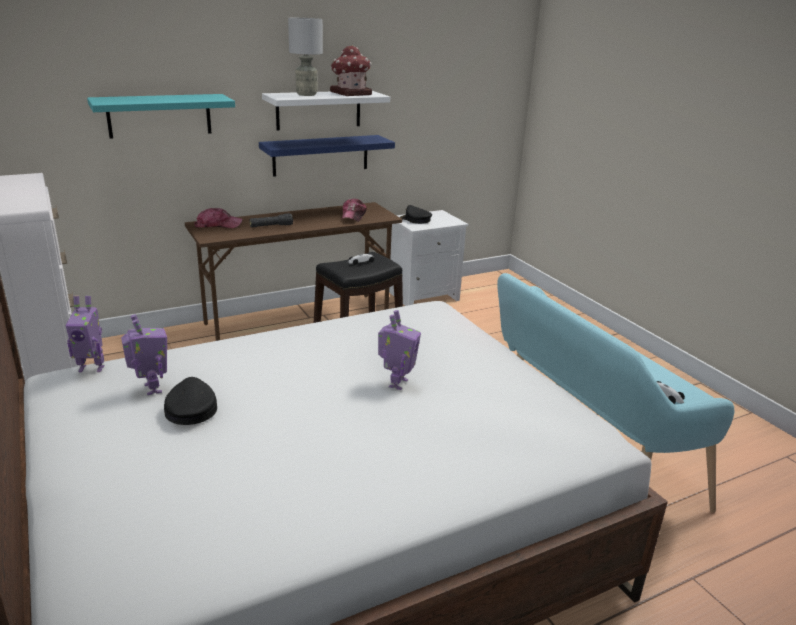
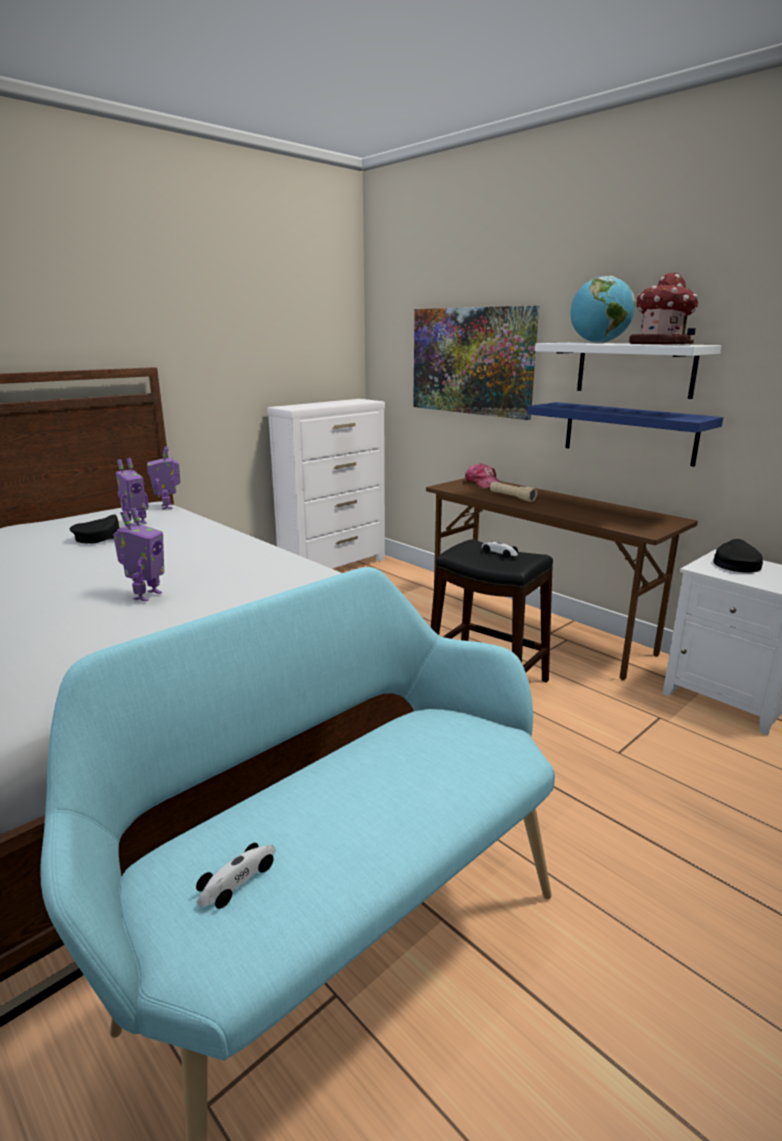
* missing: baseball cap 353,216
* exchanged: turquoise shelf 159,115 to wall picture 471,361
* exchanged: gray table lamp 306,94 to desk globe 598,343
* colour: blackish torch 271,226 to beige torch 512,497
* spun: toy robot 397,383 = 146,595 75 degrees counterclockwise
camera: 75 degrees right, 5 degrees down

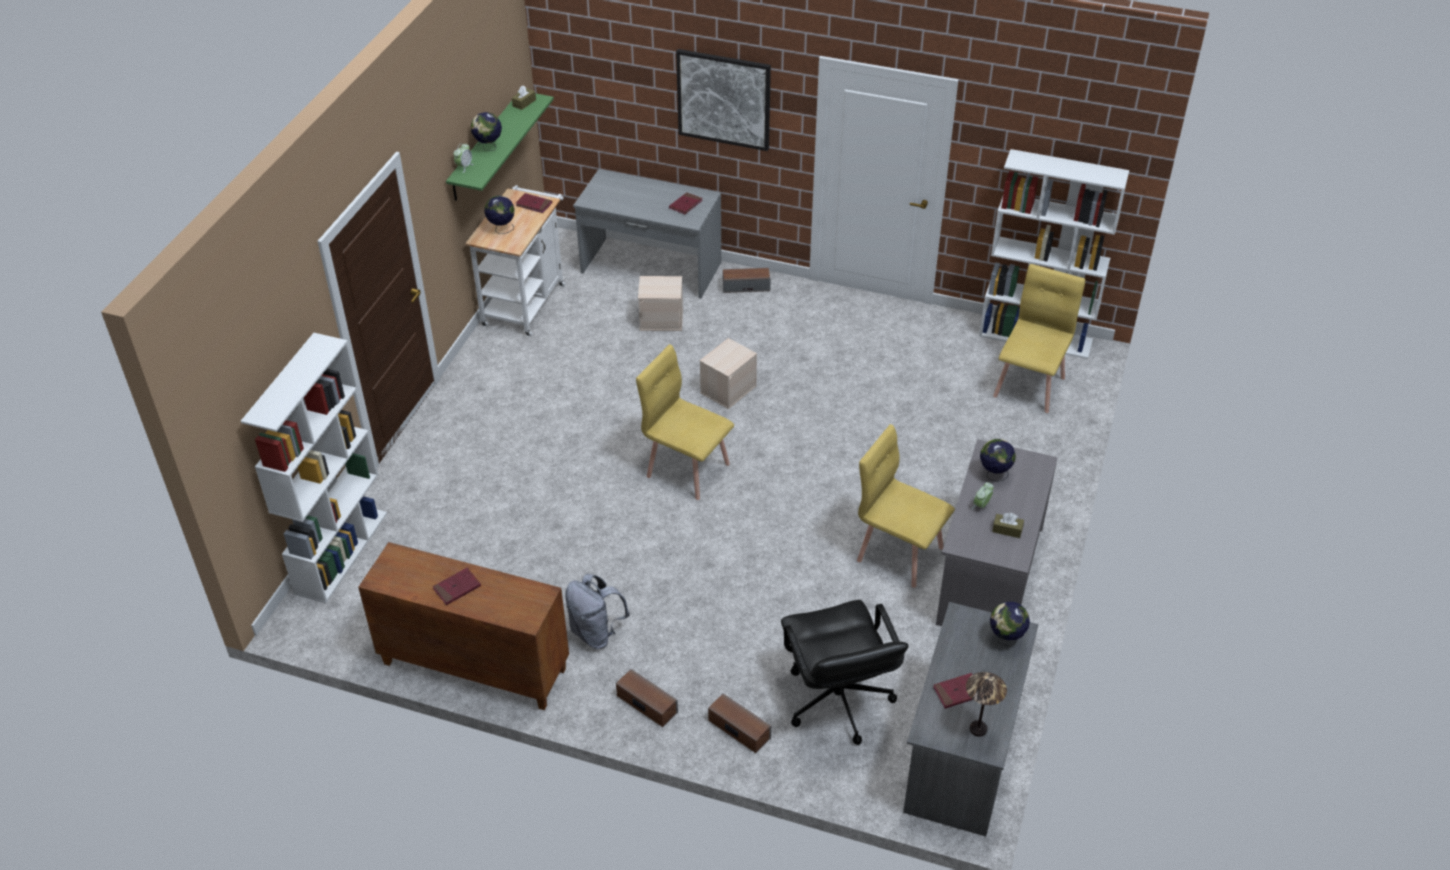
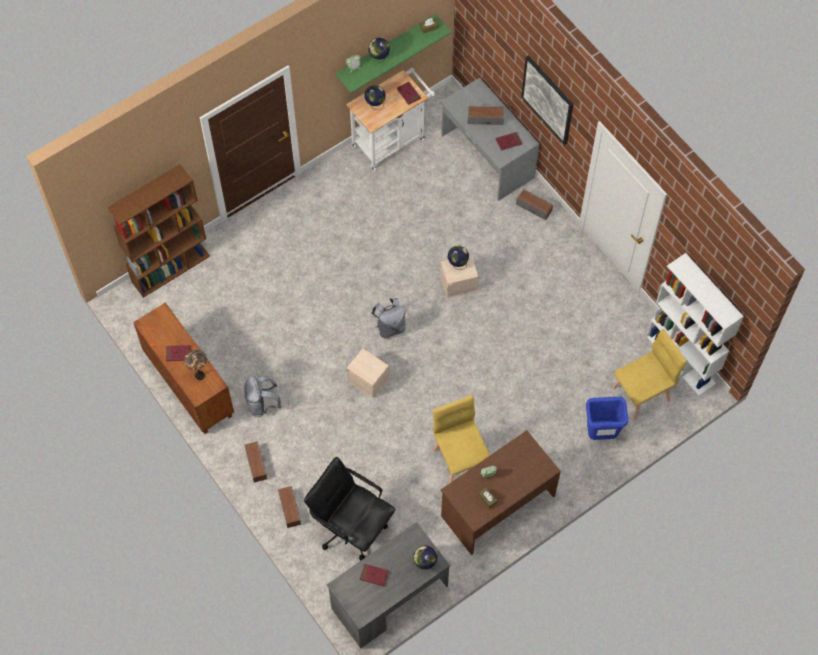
* appeared: loudspeaker 485,118
* appeared: blue waste bin 600,434
* relocated: beige storage box 662,319 to 369,379
* relocated: table lamp 978,729 to 199,376
* relocated: desk globe 994,475 to 457,264
* exchanged: yellow-coloured chair 687,469 to gray knapsack 390,327
* colour: white-coloured bookshelf 341,552 to brownish bookshelf 171,268
* colour: gray desk table 988,575 to brownish desk table 497,505
* spun: blackish desk chair 837,701 = 351,526 105 degrees clockwise
camera: 35 degrees right, 20 degrees up

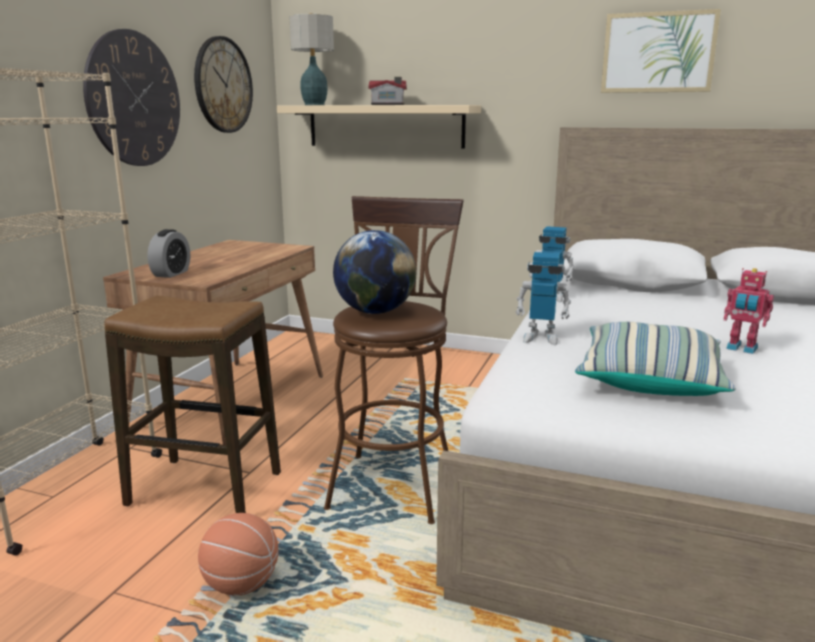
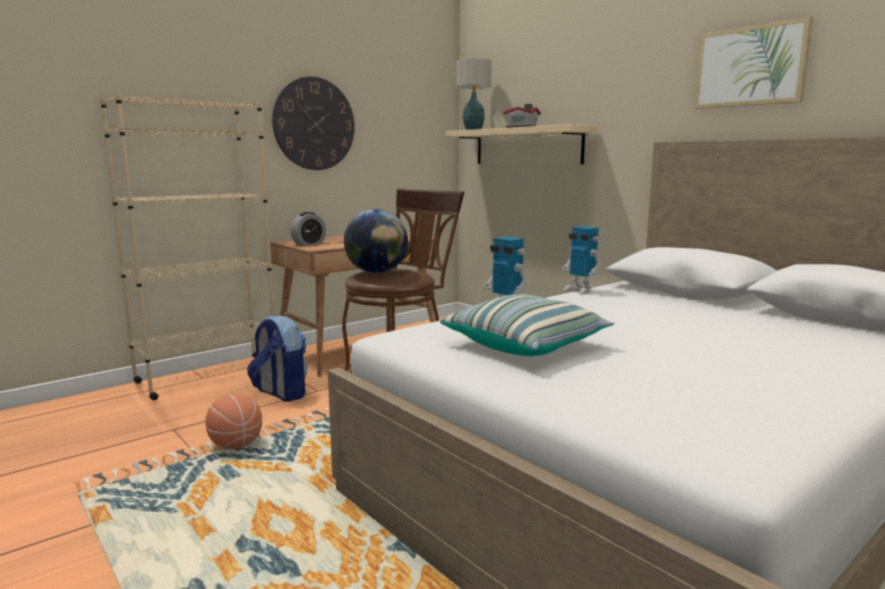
* missing: hanging clock 223,85
* missing: toy robot 741,349
* exchanged: sitting stool 204,489 to knapsack 280,393
camera: 30 degrees right, 5 degrees down

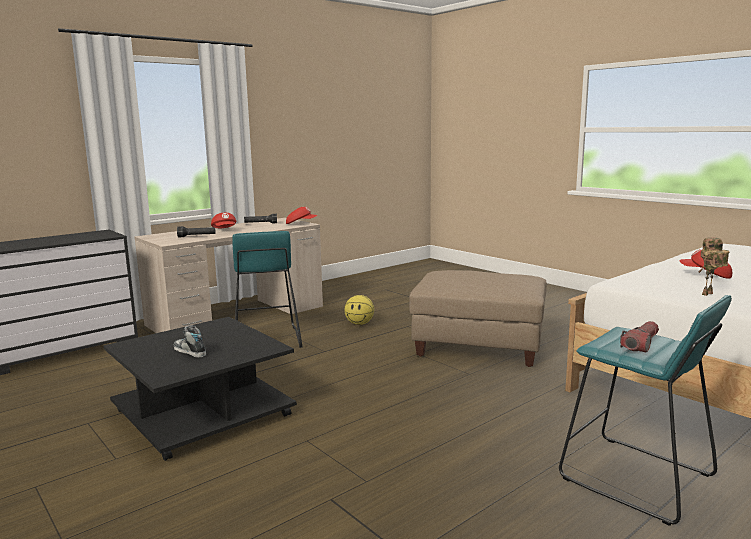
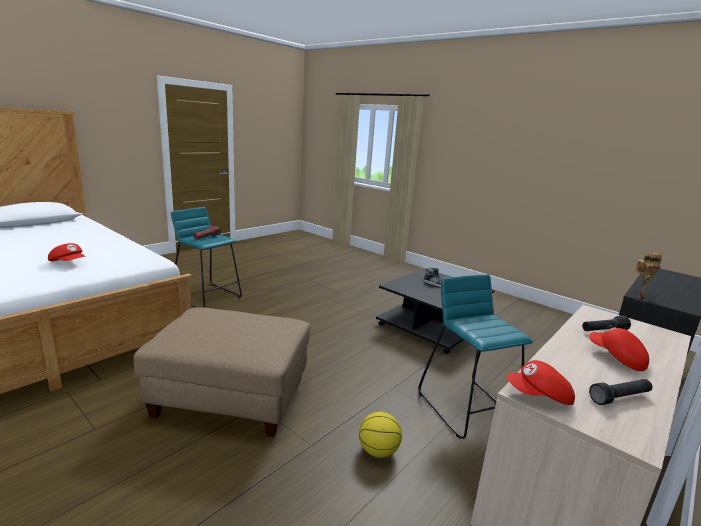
* relocated: toy robot 708,294 to 639,295
camera: 170 degrees right, 5 degrees up

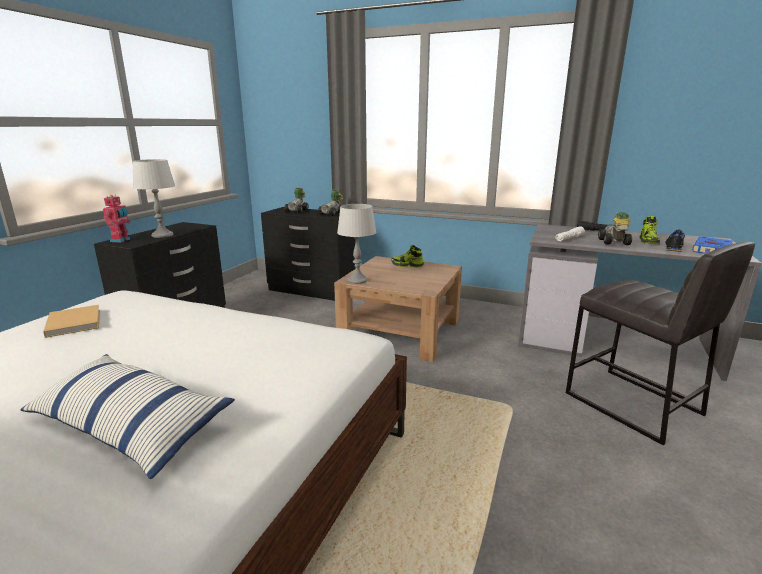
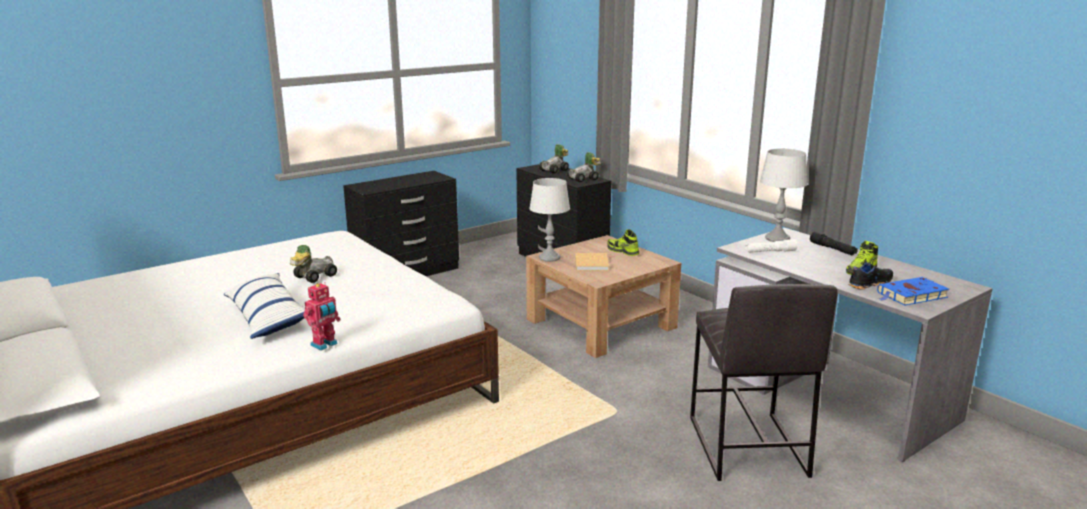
* relocated: beige volume 74,322 to 591,263
* relocated: toy robot 121,240 to 325,345
* relocated: gray table lamp 162,235 to 777,238
* relocated: miniature car 613,242 to 313,277
camera: 30 degrees right, 0 degrees up

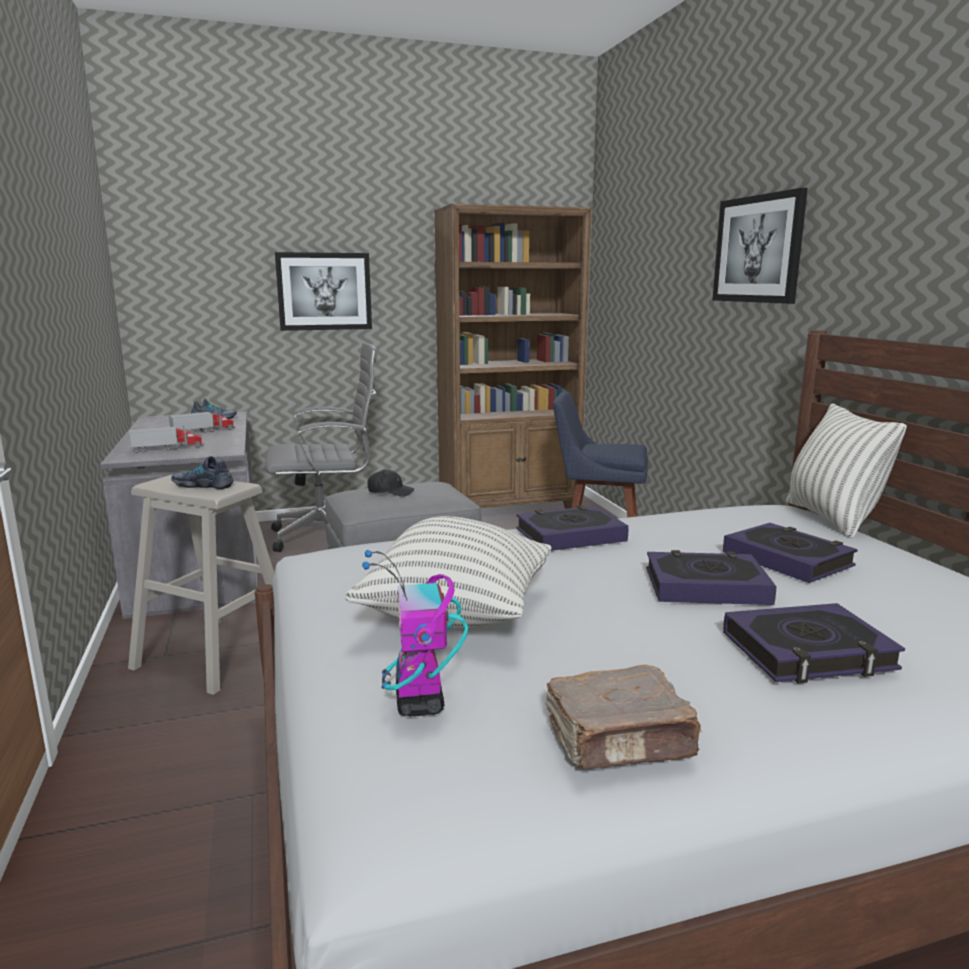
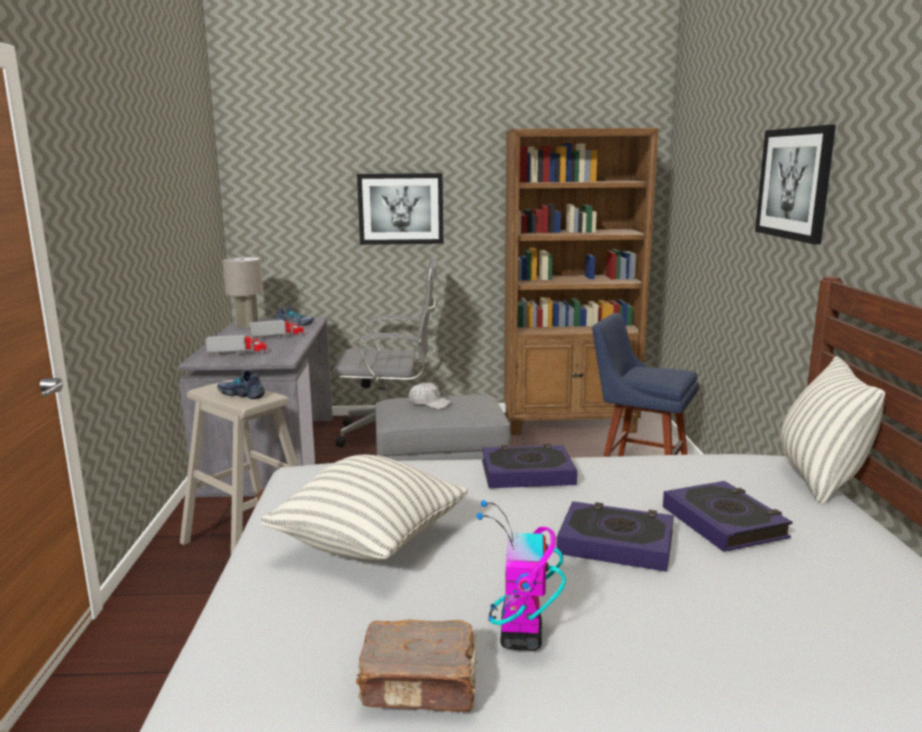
* missing: volume 808,652
* appeared: gray table lamp 247,326
* relocated: toy robot 420,703 to 521,638
* colour: blackish baseball cap 390,492 to white-coloured baseball cap 429,403
camera: 15 degrees right, 0 degrees up

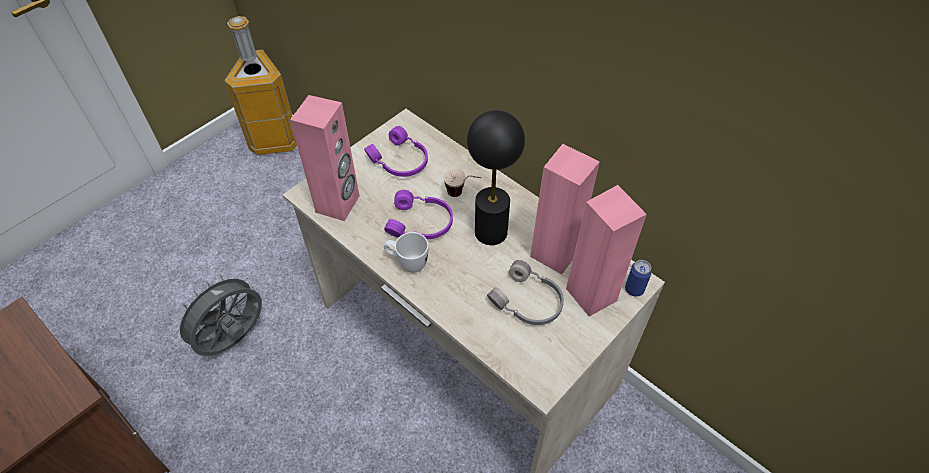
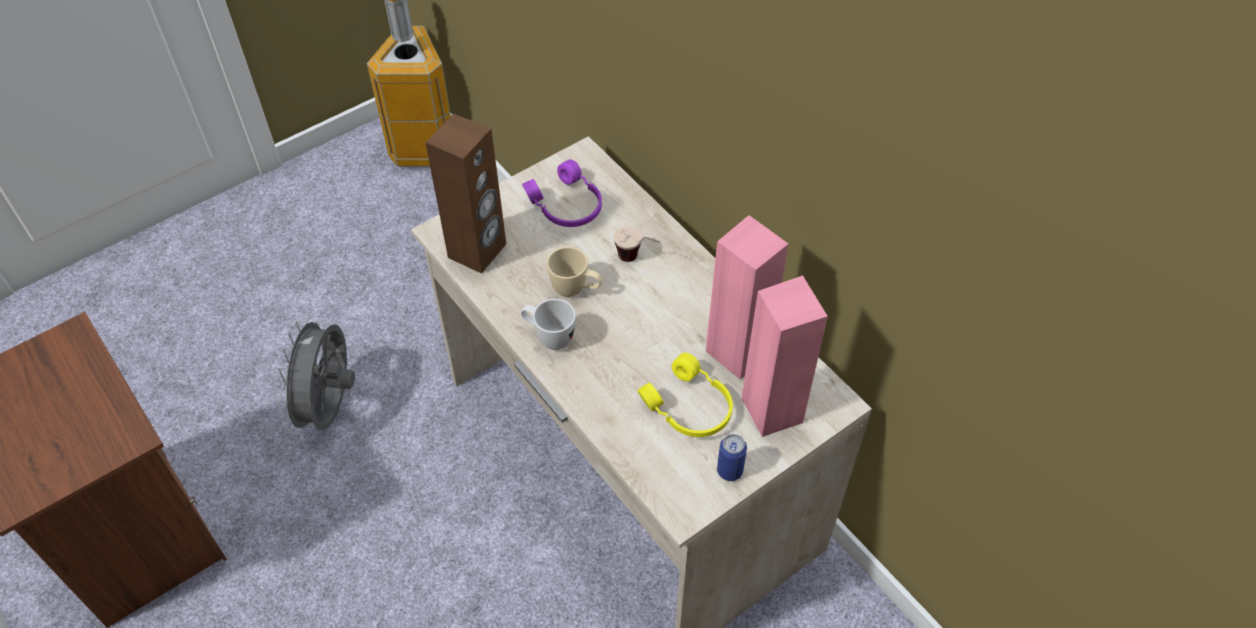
* missing: blackish table lamp 491,232
* relocated: can 634,289 to 729,471
* exchanged: purple-coloured headphones 421,224 to beige mug 576,290
* colour: pink loudspeaker 338,204 to brownish loudspeaker 478,251
* colour: gray headphones 527,302 to yellow-coloured headphones 688,407
* spun: gray cooling fan 234,340 = 330,409 45 degrees counterclockwise
camera: 10 degrees right, 0 degrees up

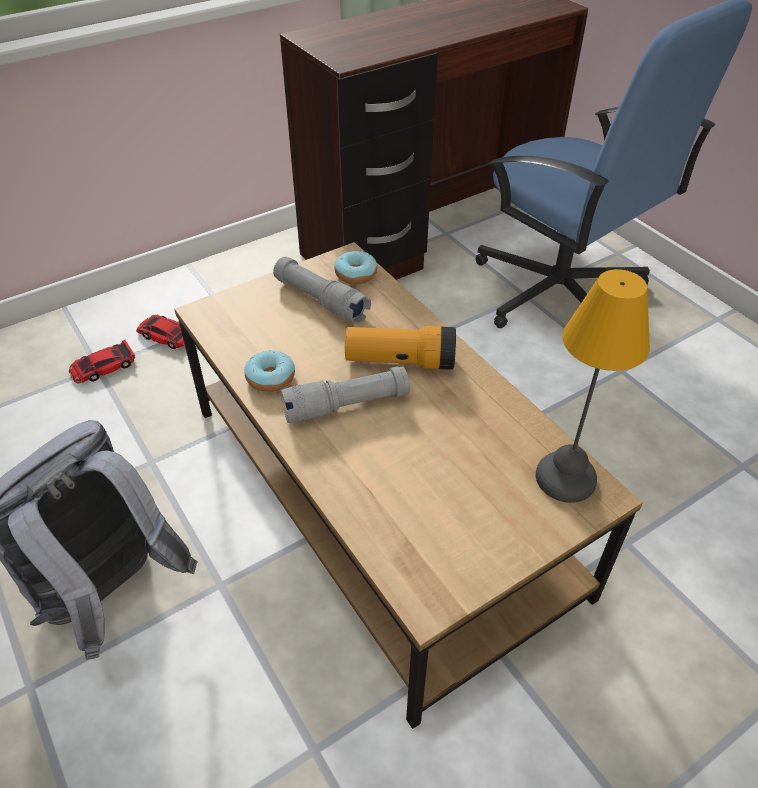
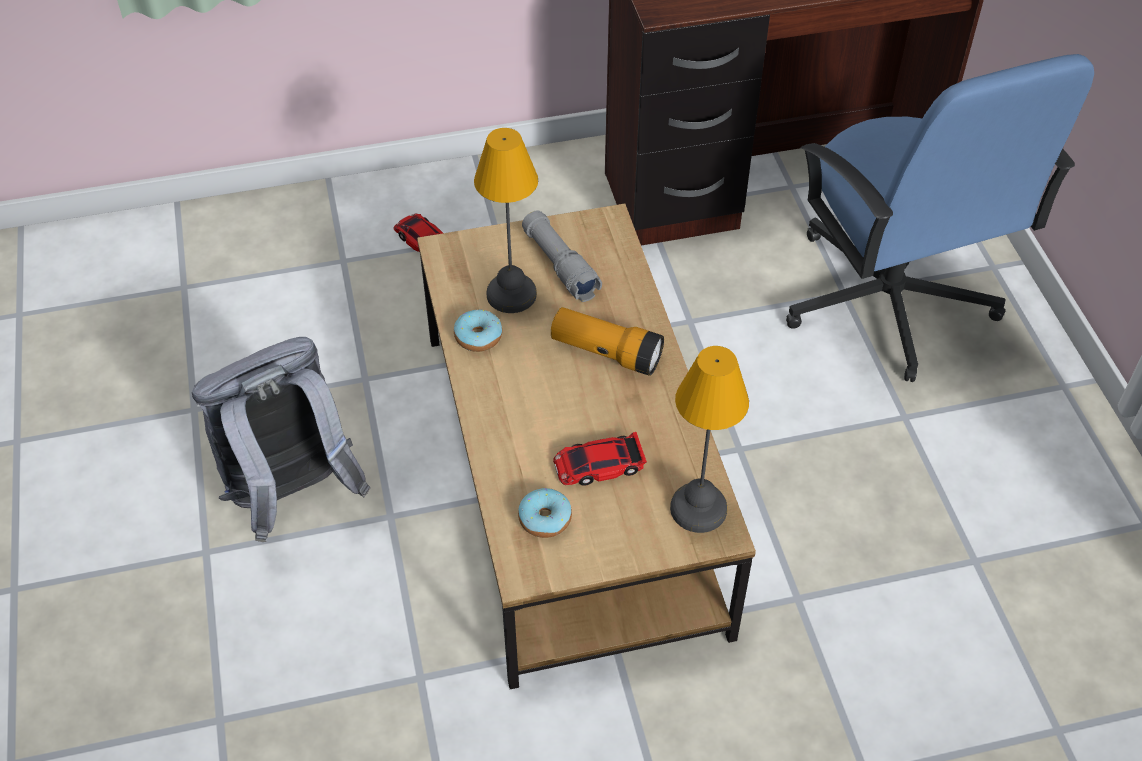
* missing: gray torch 346,405
* appeared: table lamp 510,293
* relocated: miniature car 103,367 to 599,465
* relocated: donut 356,274 to 545,519
camera: 20 degrees right, 5 degrees up

